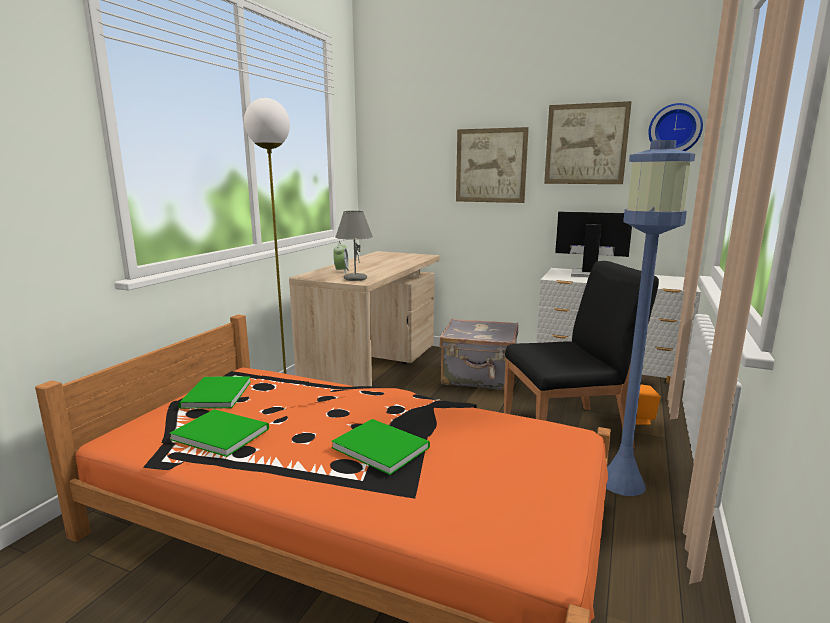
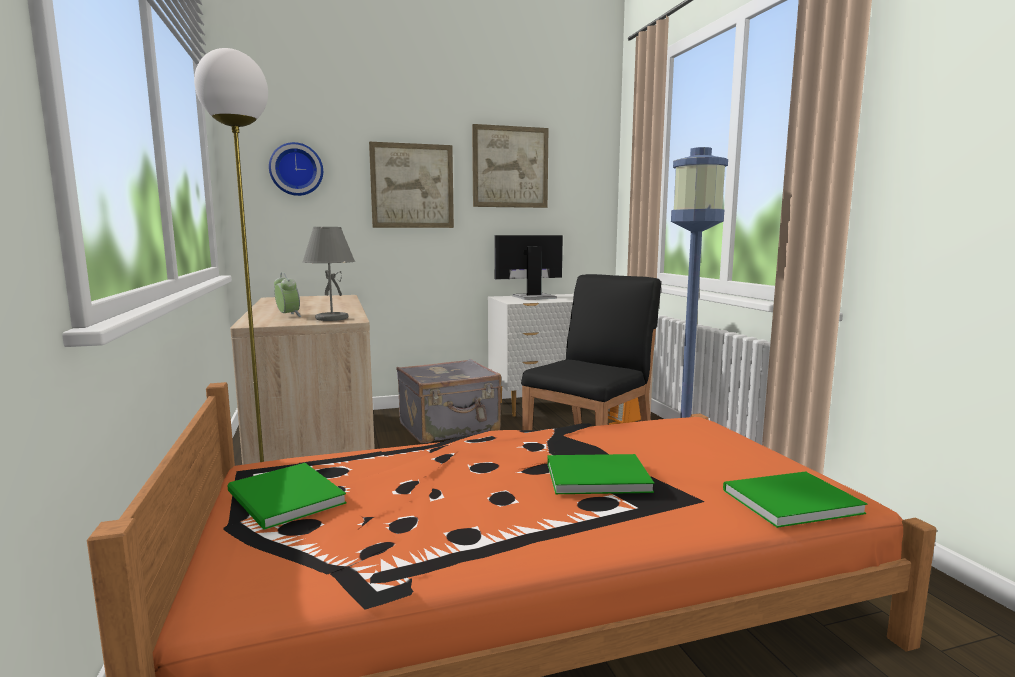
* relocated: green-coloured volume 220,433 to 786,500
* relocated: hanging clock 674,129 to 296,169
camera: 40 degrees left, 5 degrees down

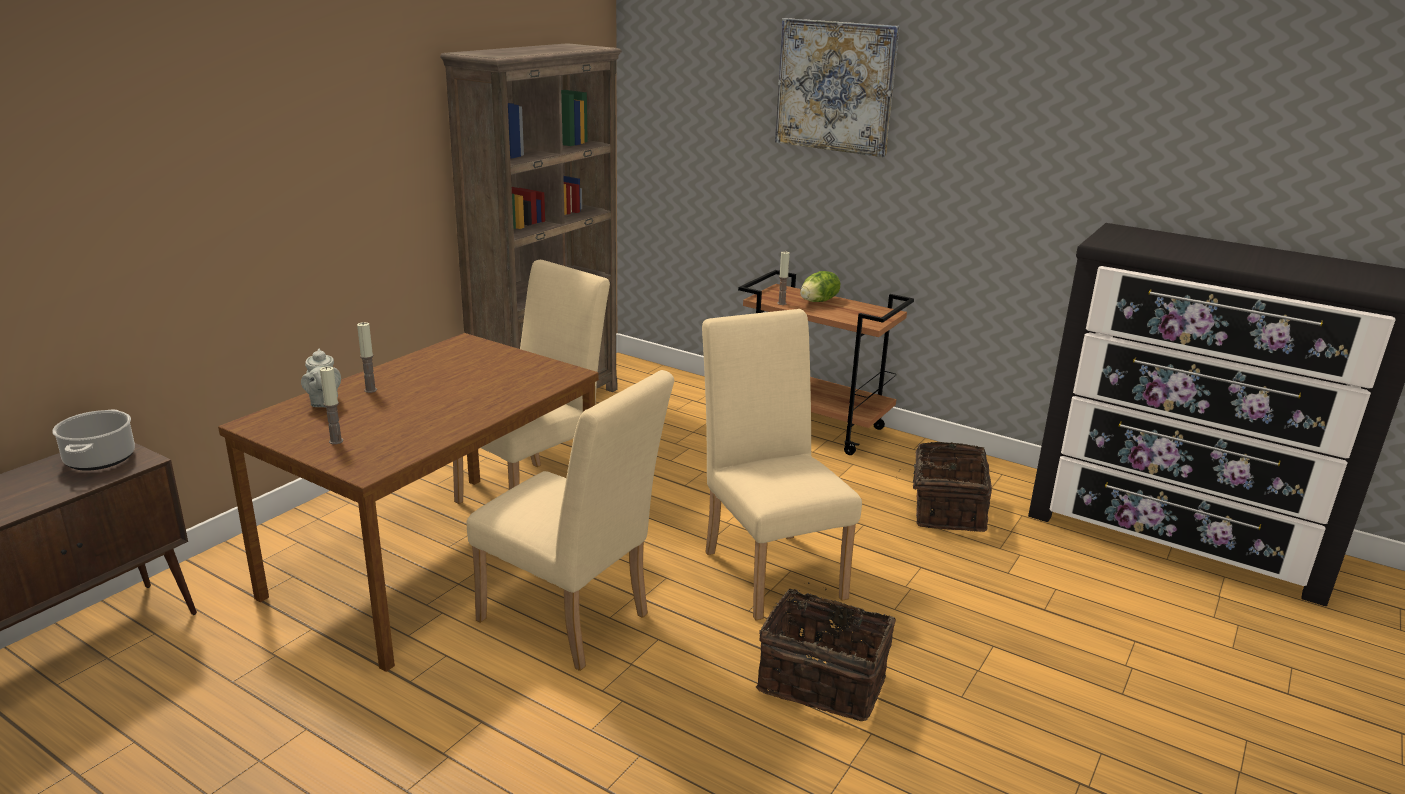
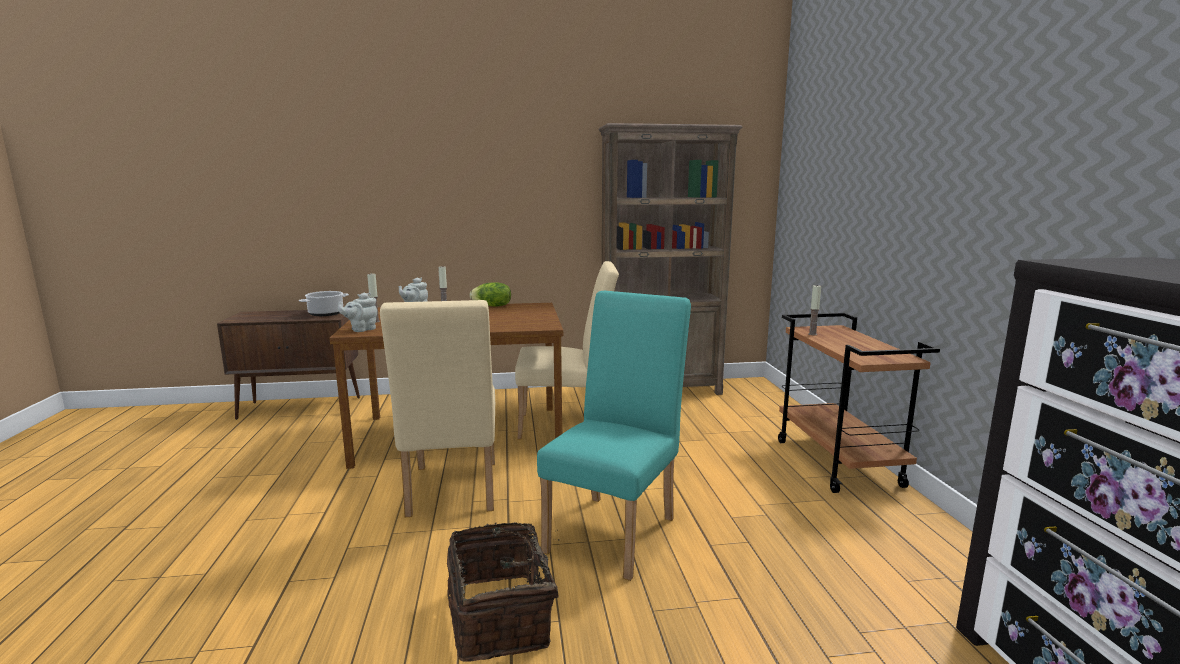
* missing: wall picture 835,86
* missing: storage basket 945,509
* appeared: gray pot for tea 361,329
* relocated: lettuce 819,301 to 492,306
* colour: beige chair 770,567 to turquoise chair 616,529
camera: 50 degrees right, 10 degrees down

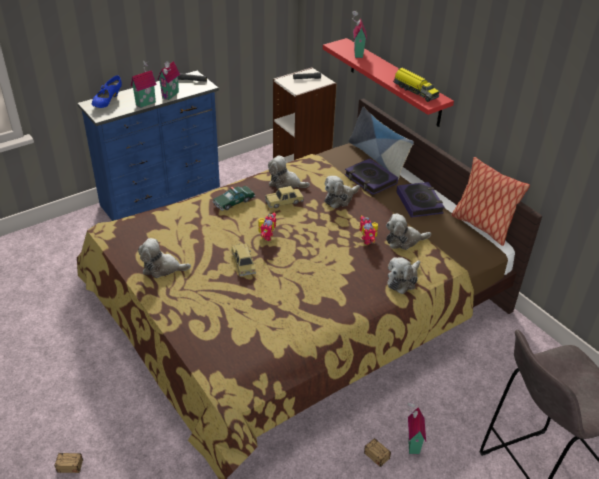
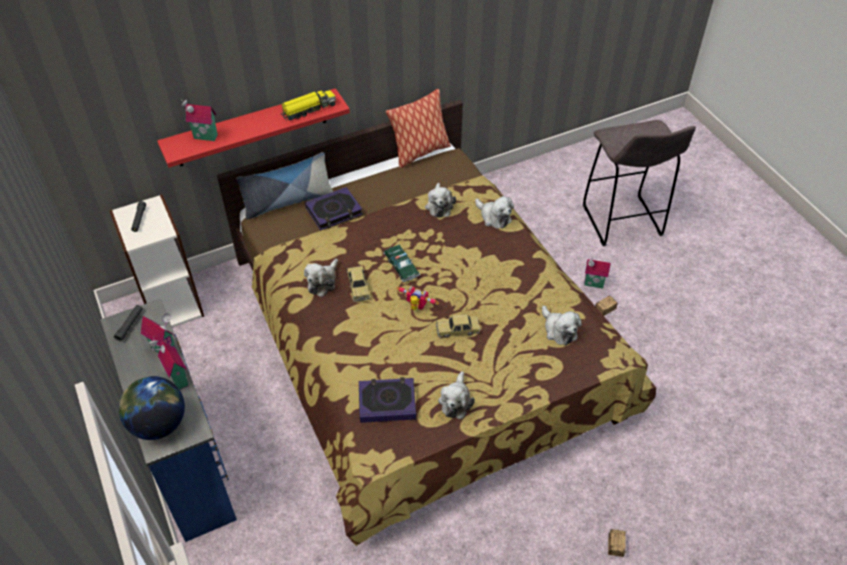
* missing: toy robot 368,240
* relocated: miniature car 234,202 to 401,266
* relocated: soft toy 340,199 to 558,330
* relocated: volume 419,202 to 387,402
* exchanged: blue low shoe 108,102 to desk globe 158,424
camera: 80 degrees left, 10 degrees up

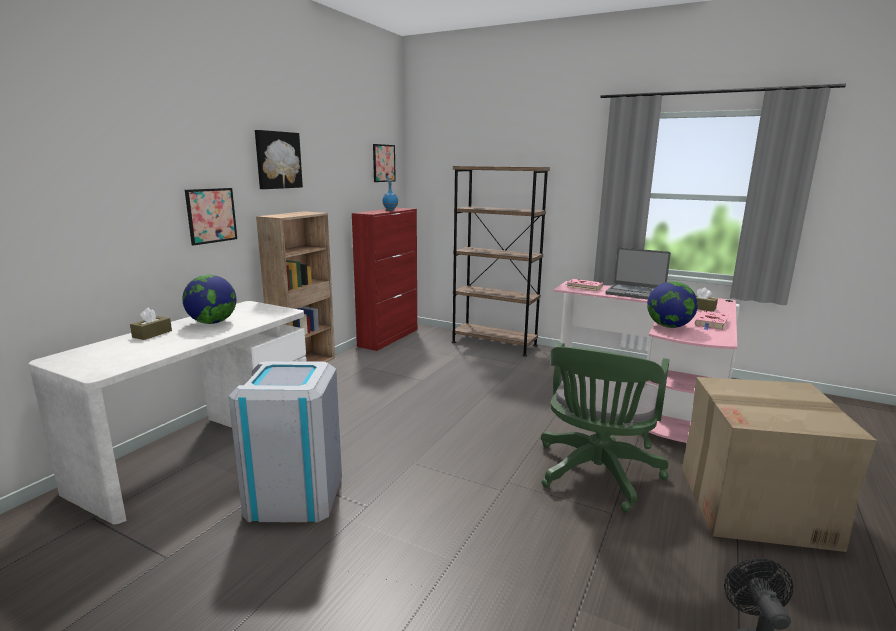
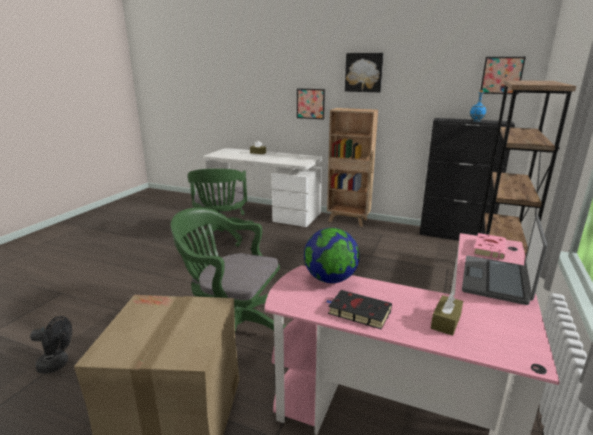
* missing: desk globe 212,322
* exchanged: gray waste bin 295,495 to green-coloured desk chair 221,236
* colour: red cabinet 389,337 to blackish cabinet 455,236
* colour: pink volume 711,323 to blackish volume 357,312
camera: 85 degrees right, 5 degrees up

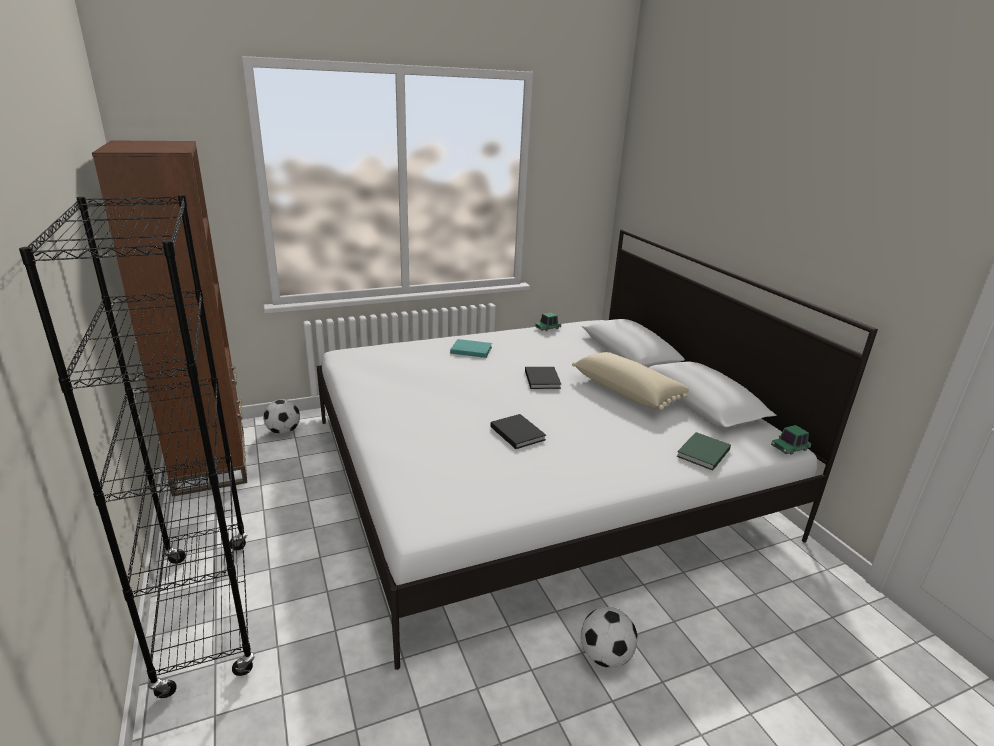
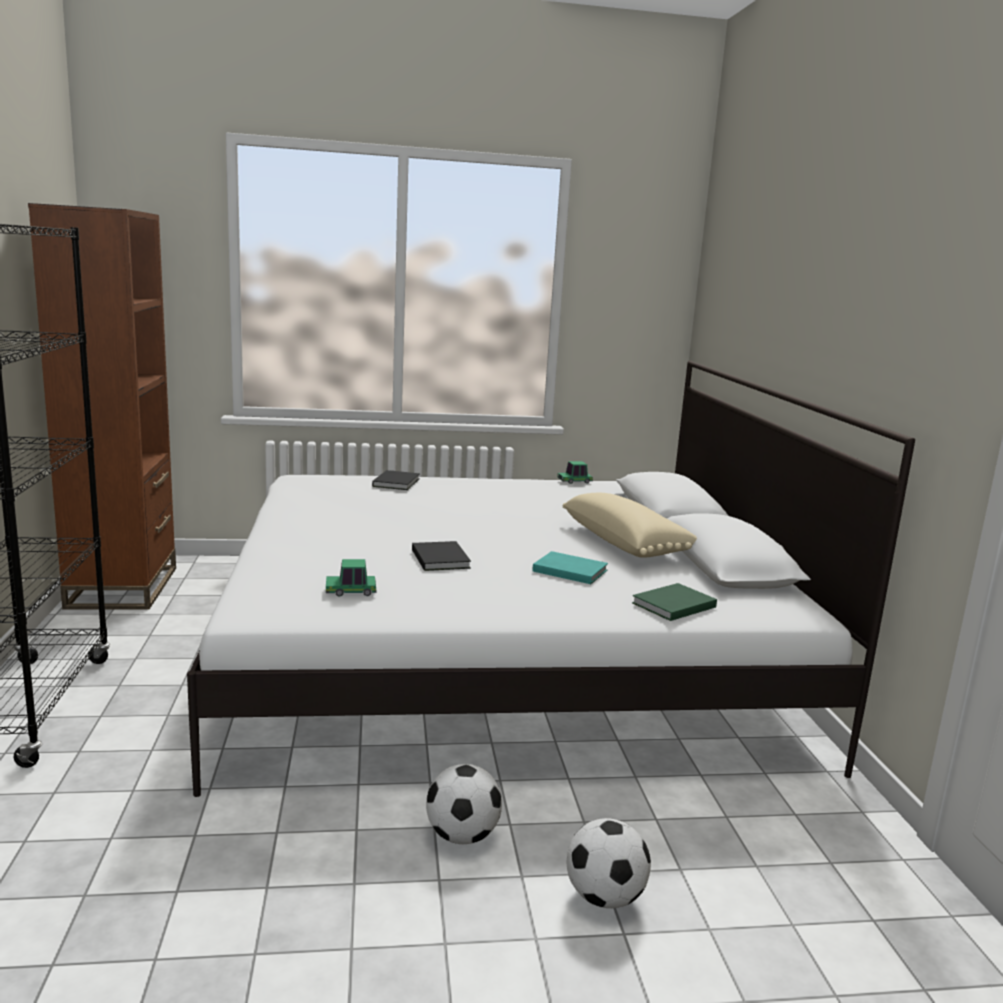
* relocated: football 283,431 to 604,897
* relocated: turquoise volume 470,350 to 568,570
* relocated: blackish volume 542,379 to 397,482
* relocated: miniature car 790,448 to 351,591
camera: 15 degrees right, 10 degrees down

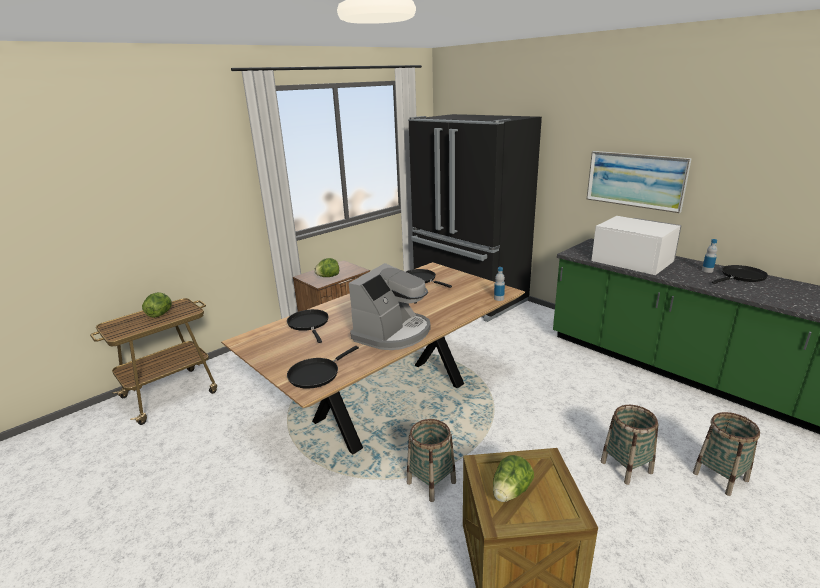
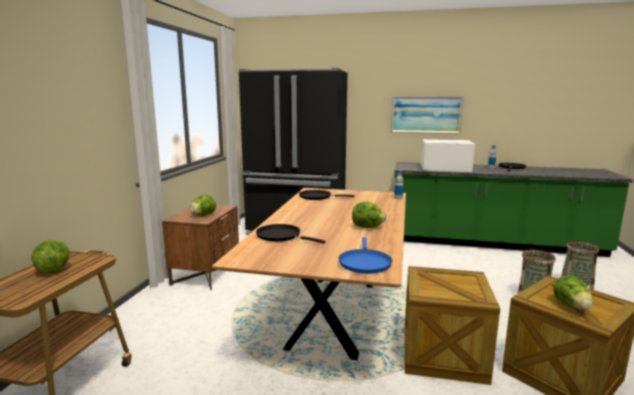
* exchanged: coffee maker 393,333 to lettuce 368,227
* exchanged: storage basket 431,482 to shipping crate 443,354
* colour: blackish skillet 316,374 to blue skillet 364,263
camera: 35 degrees left, 10 degrees down

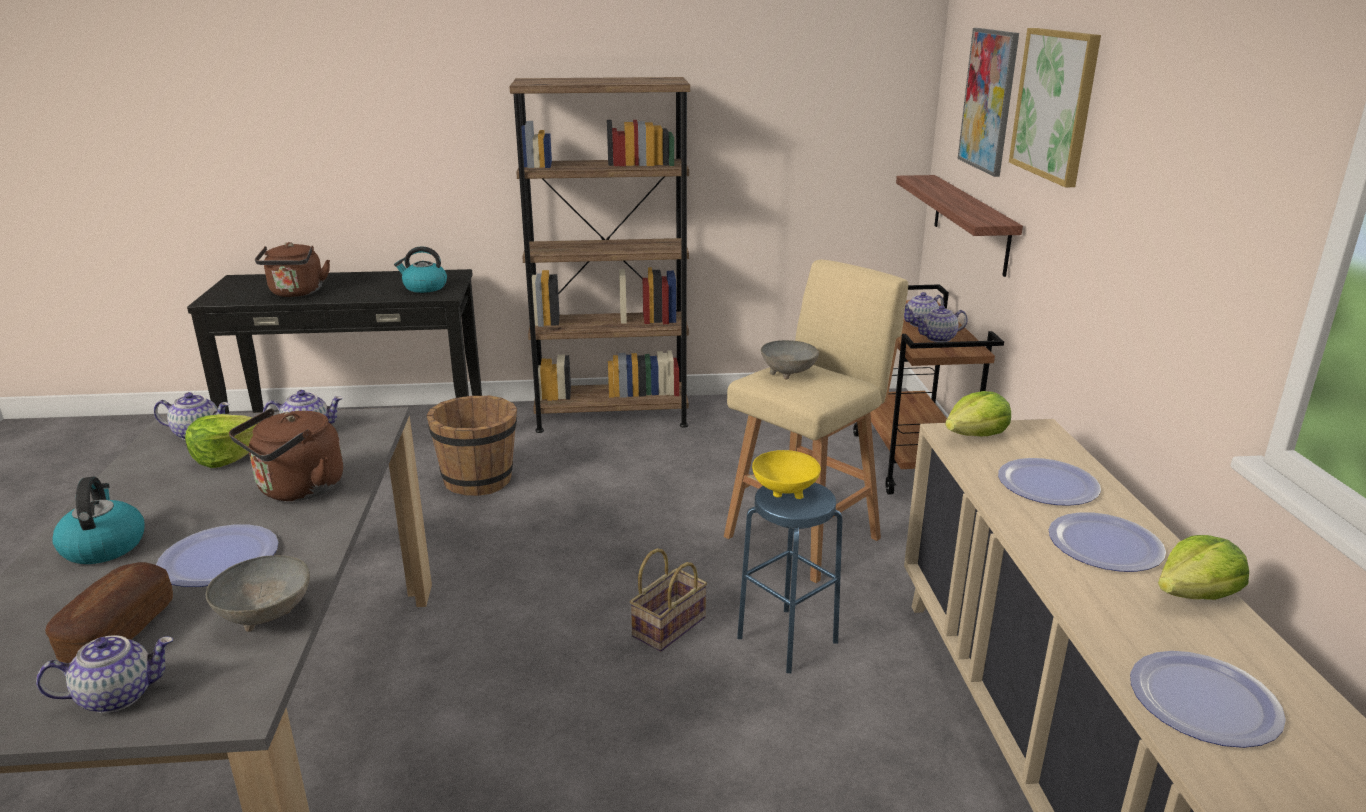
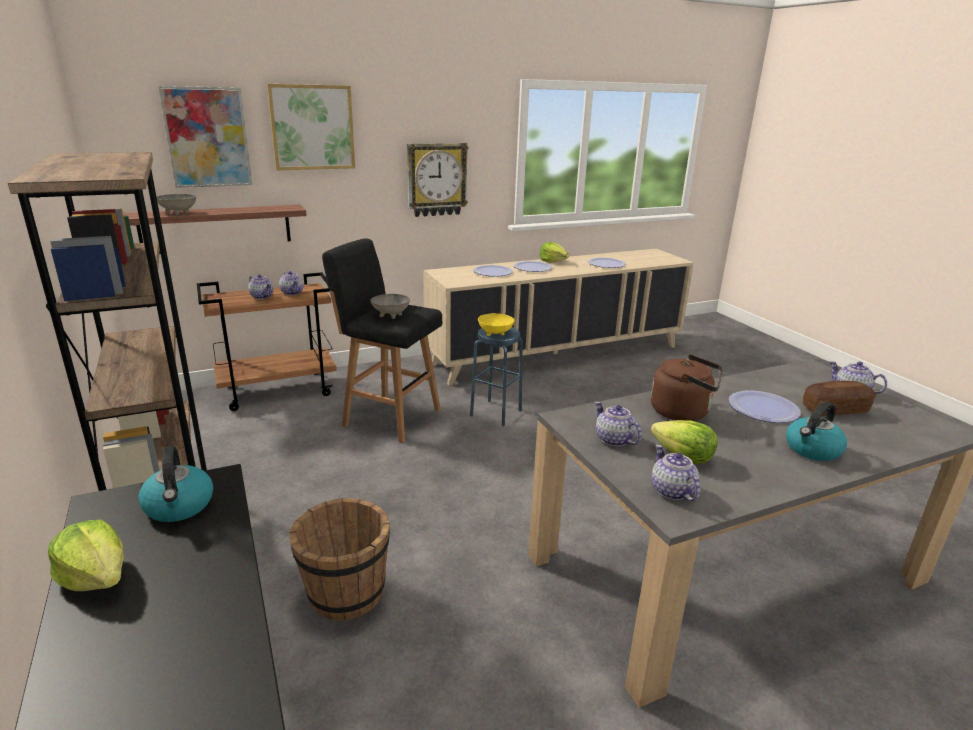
* missing: brownish water kettle 296,293
* missing: storage basket 669,625
* appeared: hanging clock 436,179
* relocated: gray serving bowl 265,617 to 179,213
* relocated: lettuce 976,435 to 96,577
* colour: beige sitting stool 805,535 to blackish sitting stool 389,417
camera: 110 degrees left, 0 degrees up

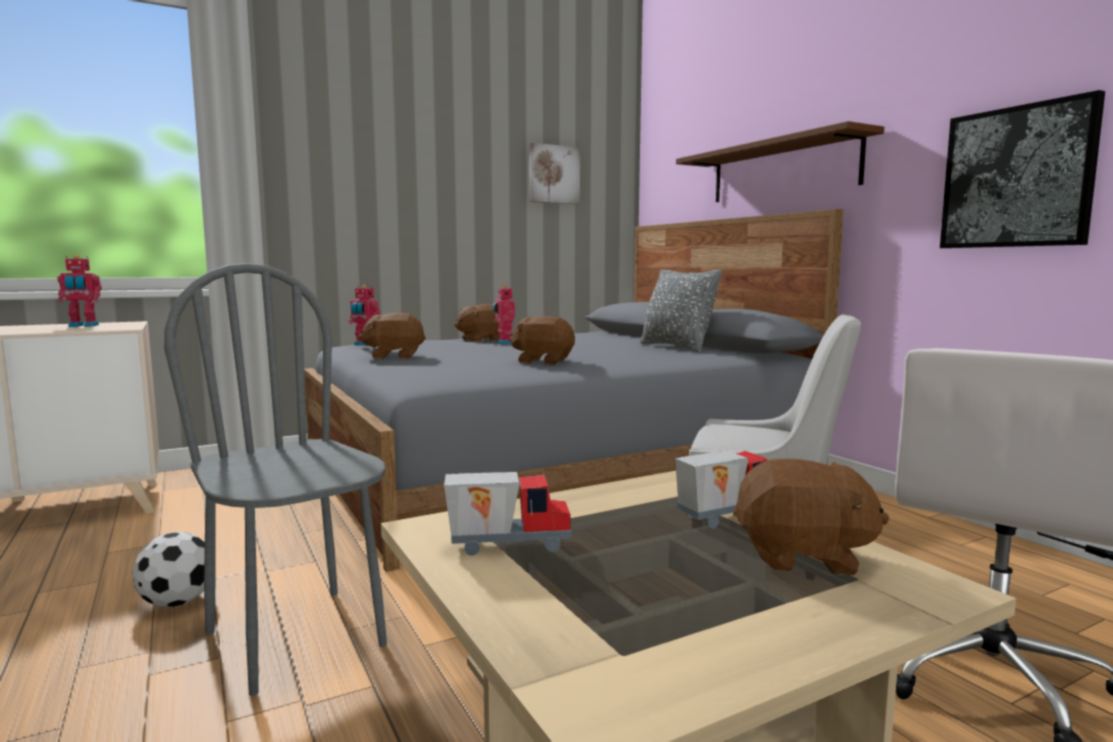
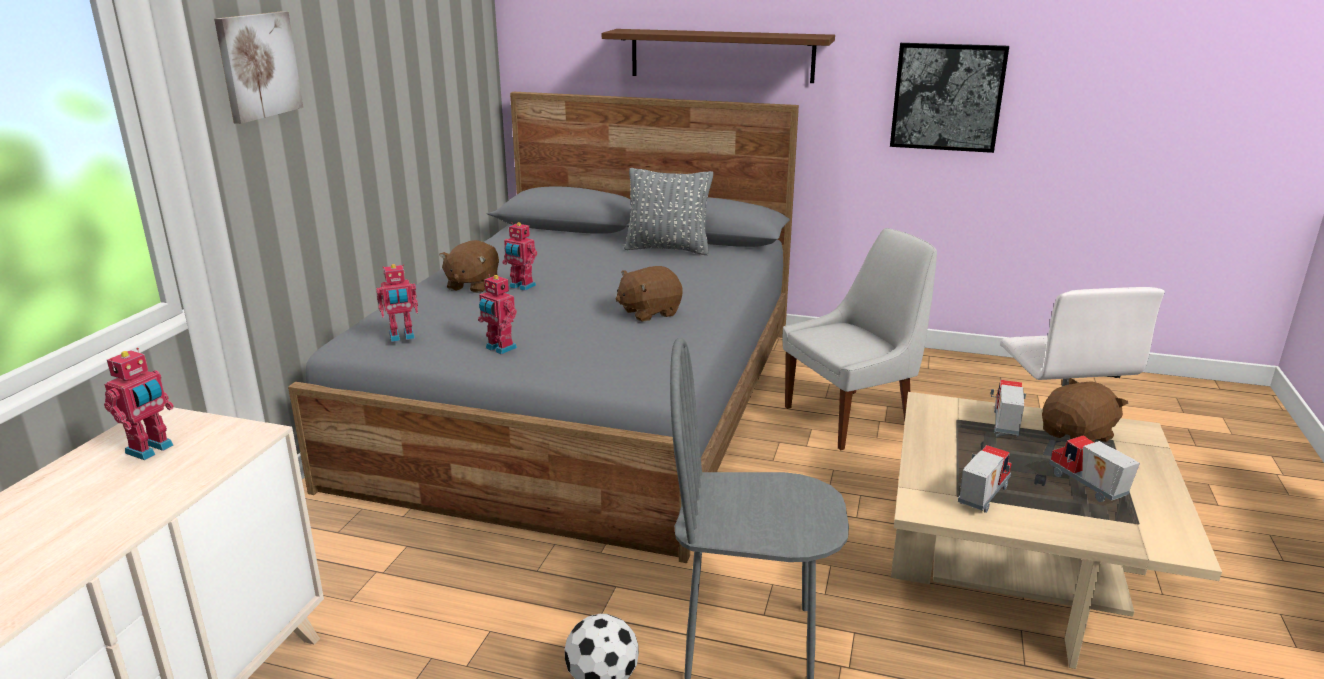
* appeared: toy truck 1086,487
* relocated: wall picture 553,174 to 258,65
* exchanged: brownish soft toy 394,356 to toy robot 499,348
camera: 45 degrees left, 15 degrees up

